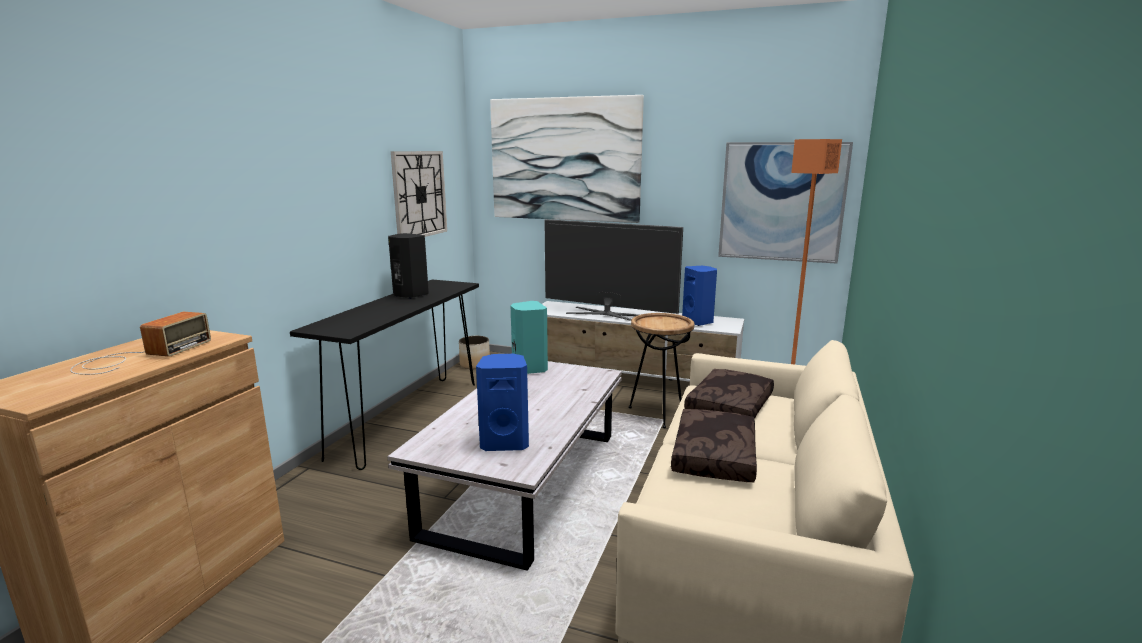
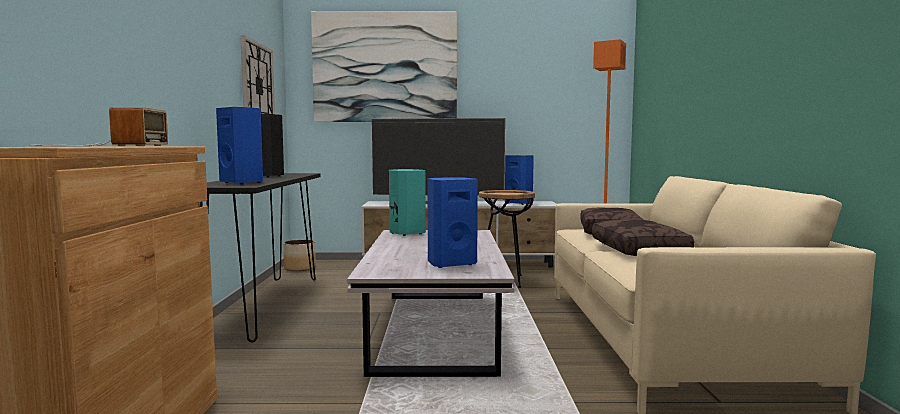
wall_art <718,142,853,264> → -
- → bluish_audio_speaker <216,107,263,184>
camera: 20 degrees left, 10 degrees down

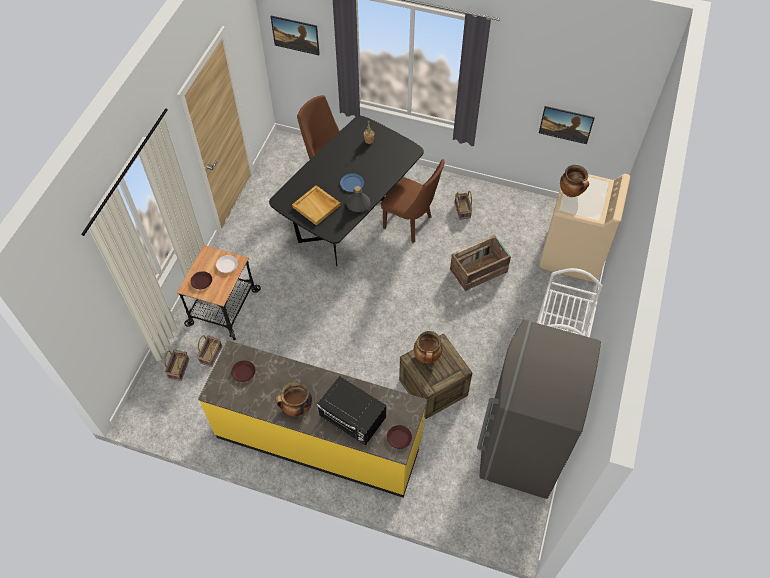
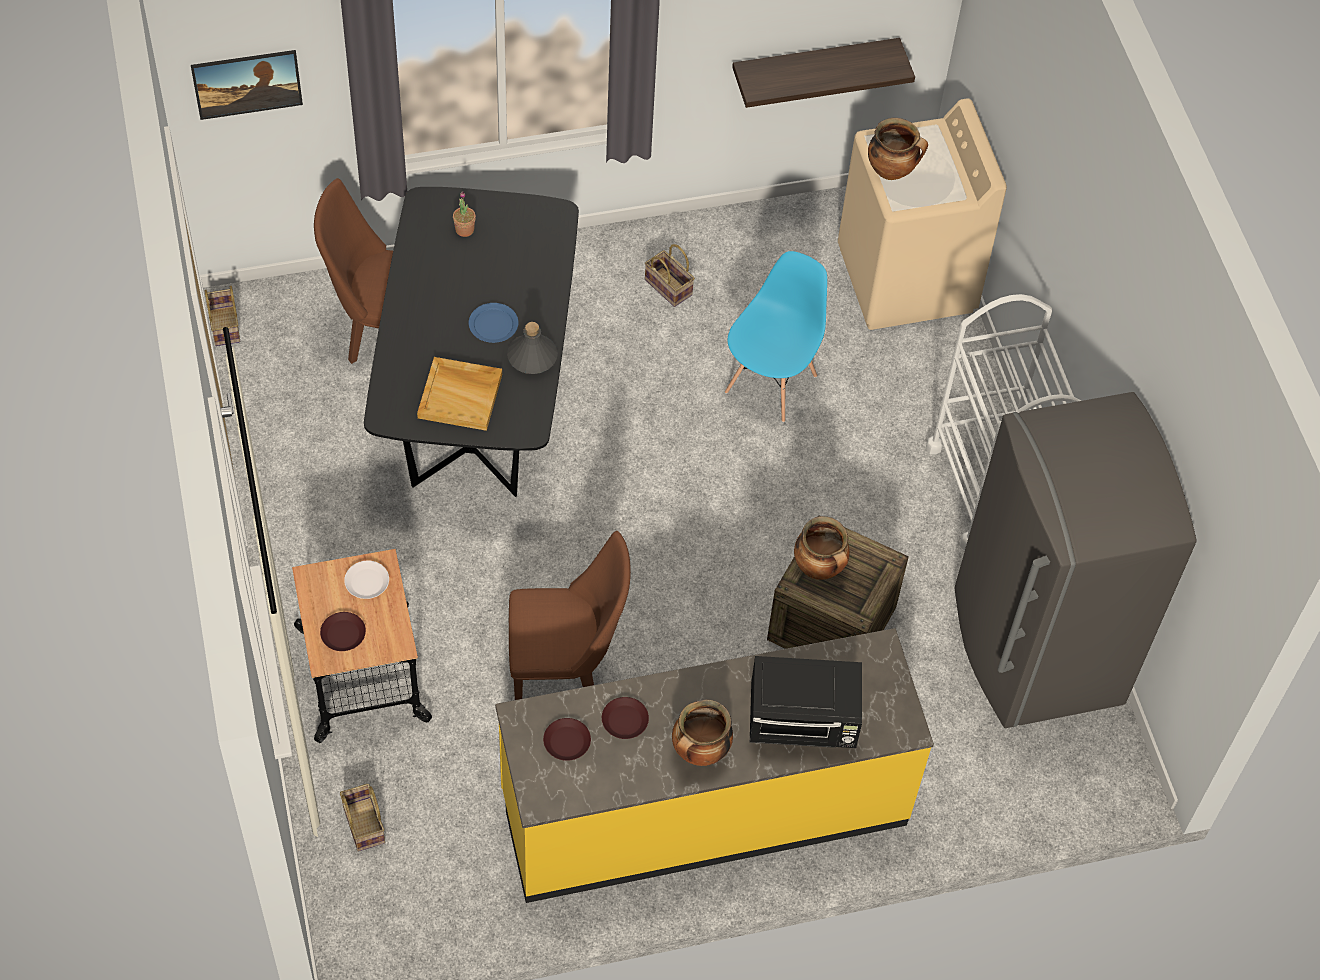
storage_basket <197,335,222,367> → storage_basket <205,285,240,346>, shifted
brown_chair <381,159,445,243> → brown_chair <509,531,631,700>, shifted
brown_plate <387,425,412,449> → brown_plate <602,697,649,739>, shifted
crate <450,235,511,291> → bluish_chair <725,251,827,422>
wall_art <539,106,595,144> → wall_shelf <732,38,915,108>
camera: 35 degrees left, 0 degrees up

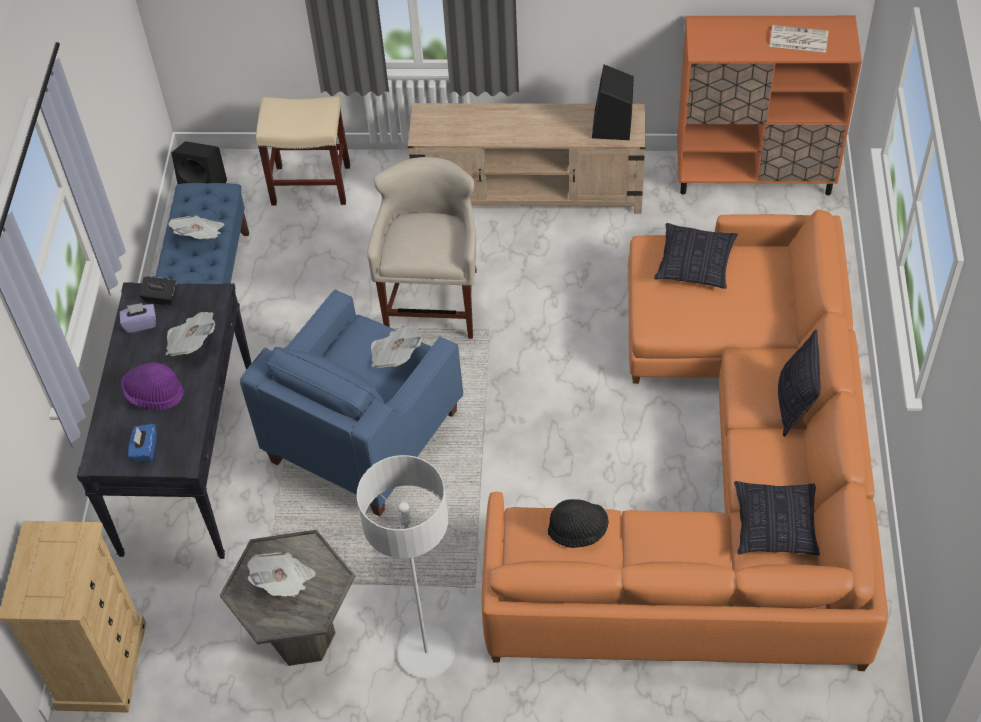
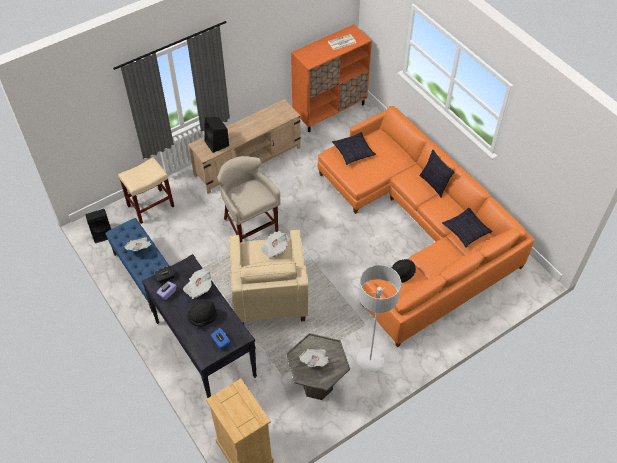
purple_clothing_hat <121,362,184,410> → blackish_clothing_hat <187,301,218,327>
bluish_armchair <240,289,463,516> → beige-coloured_armchair <229,229,308,324>
blackish_audio_speaker <592,65,634,140> → blackish_audio_speaker <204,117,229,153>, shifted
camera: 40 degrees left, 0 degrees up

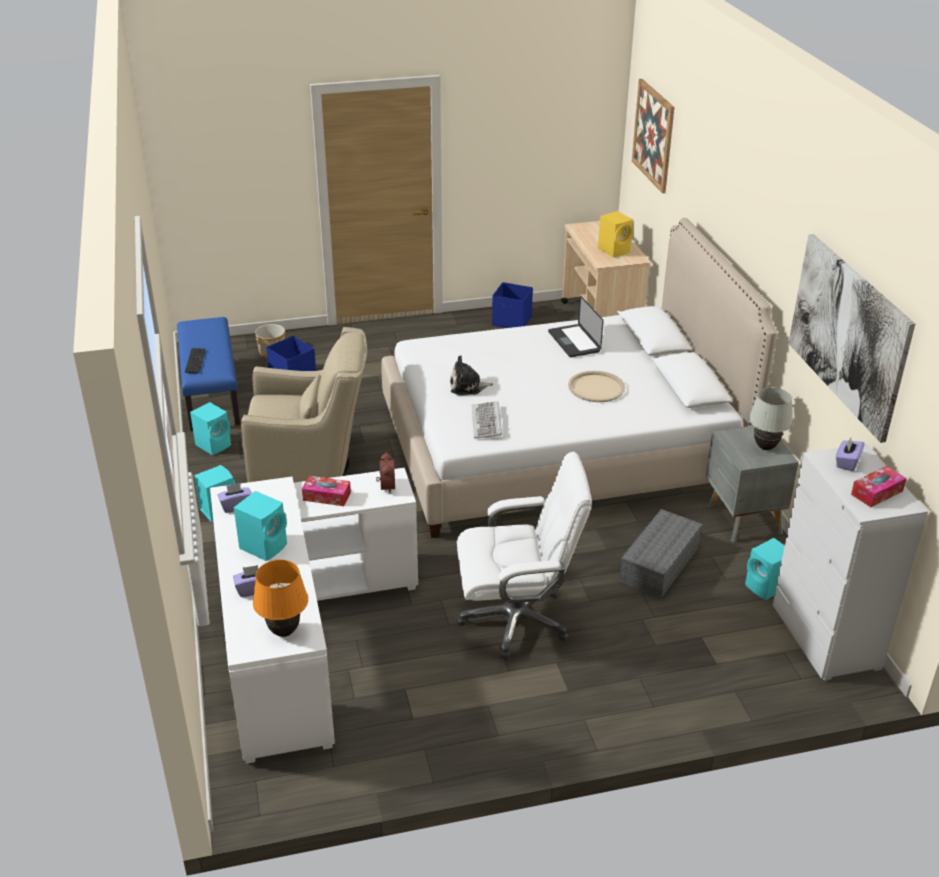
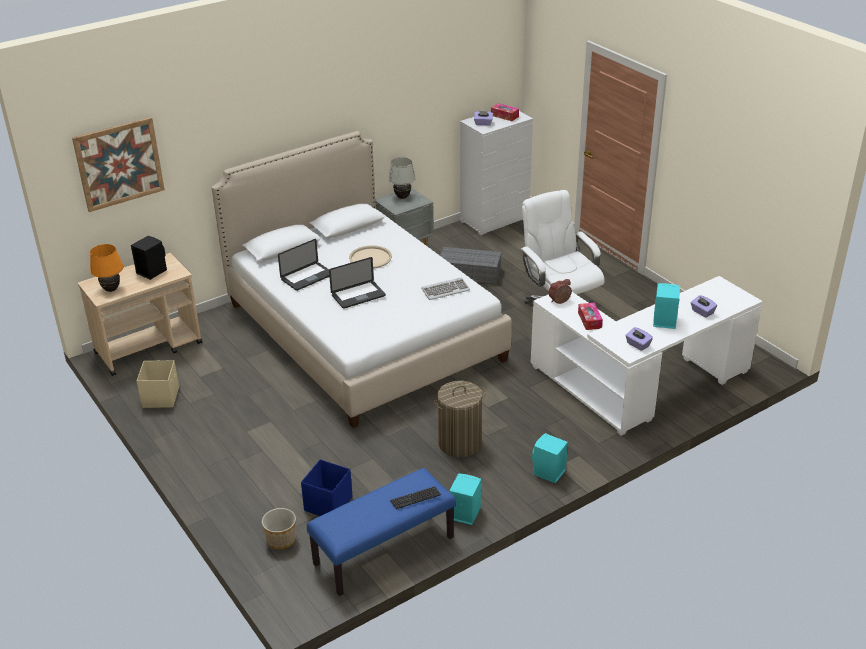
beige-coloured_armchair <241,327,367,483> → washing_basket <433,381,486,457>
orangey_tabletop_lamp <253,560,308,637> → orangey_tabletop_lamp <90,244,124,292>, shifted
plush_toy <450,355,493,395> → -
bluish_storage_bin <492,282,533,328> → beige-coloured_storage_bin <137,360,179,408>
yellowish_audio_speaker <598,211,633,257> → blackish_audio_speaker <131,236,167,280>
blue-green_audio_speaker <745,538,785,600> → -
wall_art <788,234,915,443> → -
- → portable_computer <329,257,386,309>
camera: 110 degrees left, 0 degrees up

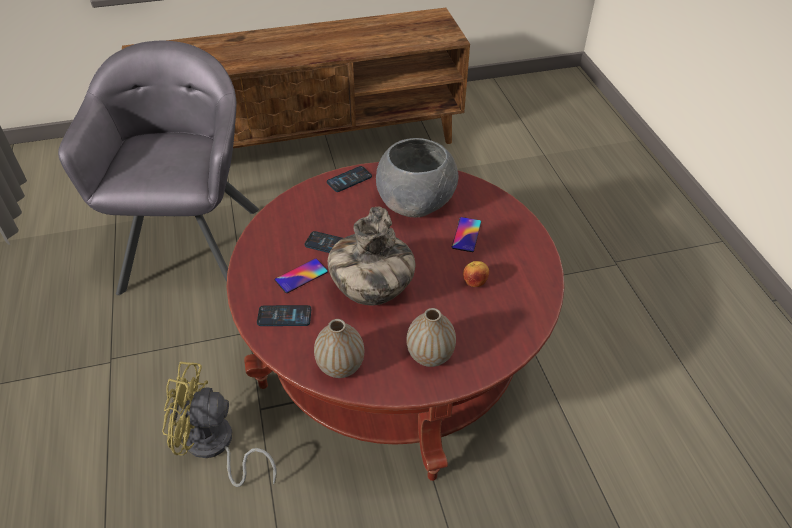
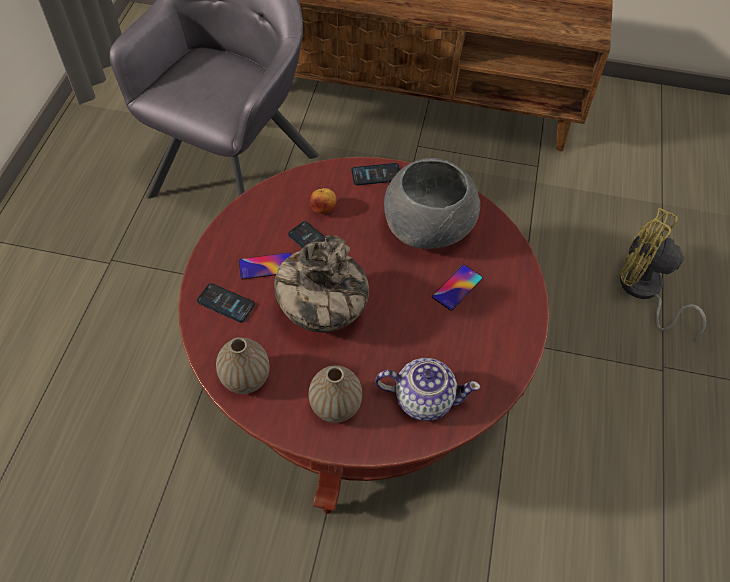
yellowish_cooling_fan <162,362,277,487> → yellowish_cooling_fan <619,208,706,342>, shifted
apple_fruit <463,261,489,287> → apple_fruit <310,188,336,214>, shifted
- → pot_for_tea <376,358,481,421>
camera: 25 degrees right, 10 degrees up

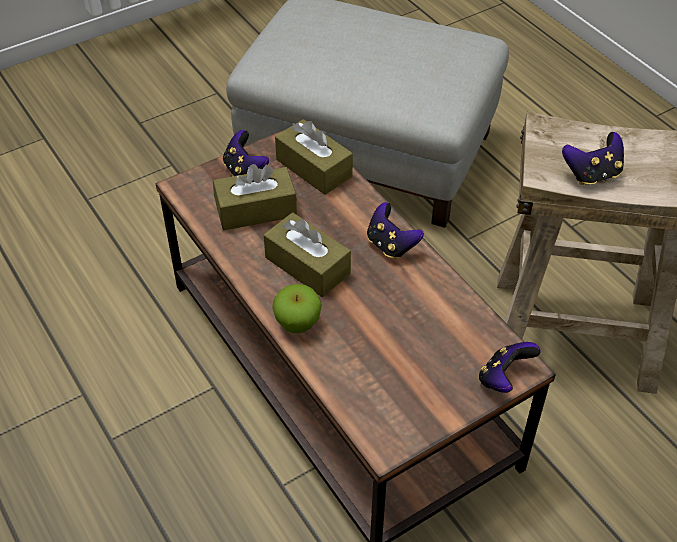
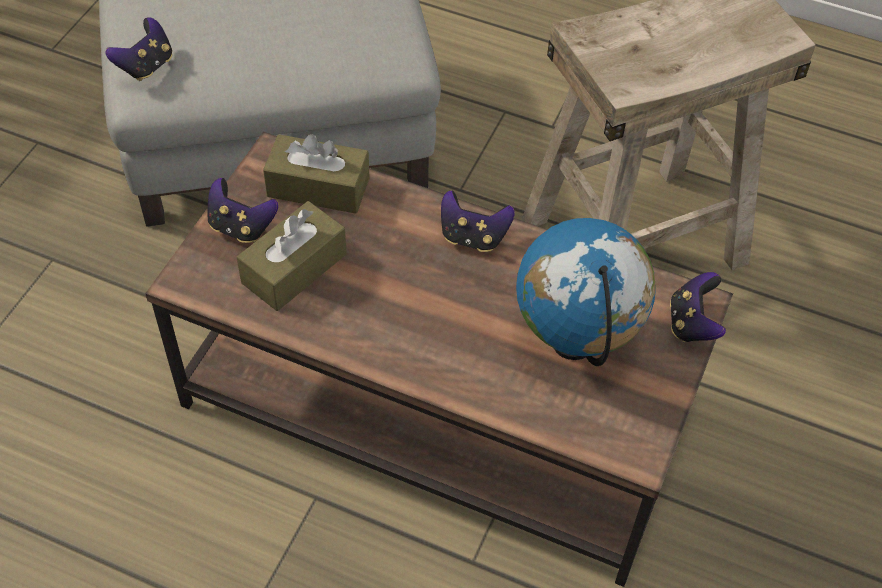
brown_tissue_holder <264,212,351,297> → -
apple_fruit <272,284,322,333> → -
joypad <562,132,624,185> → joypad <105,18,172,81>, shifted
- → globe <516,218,656,366>
camera: 35 degrees left, 5 degrees up

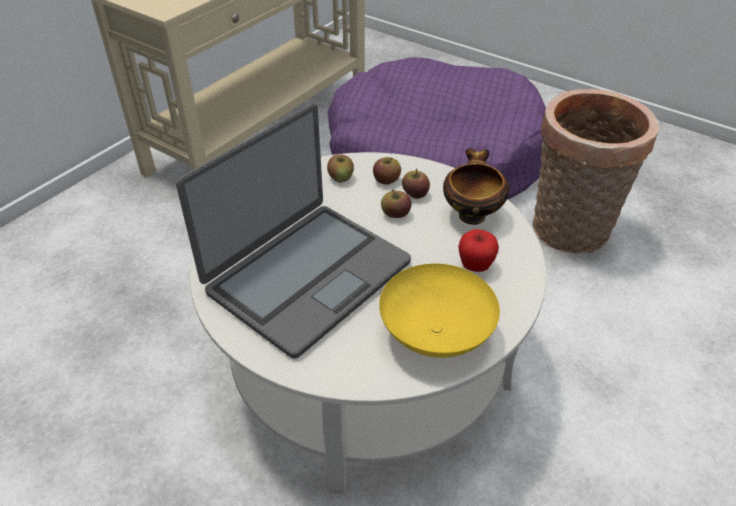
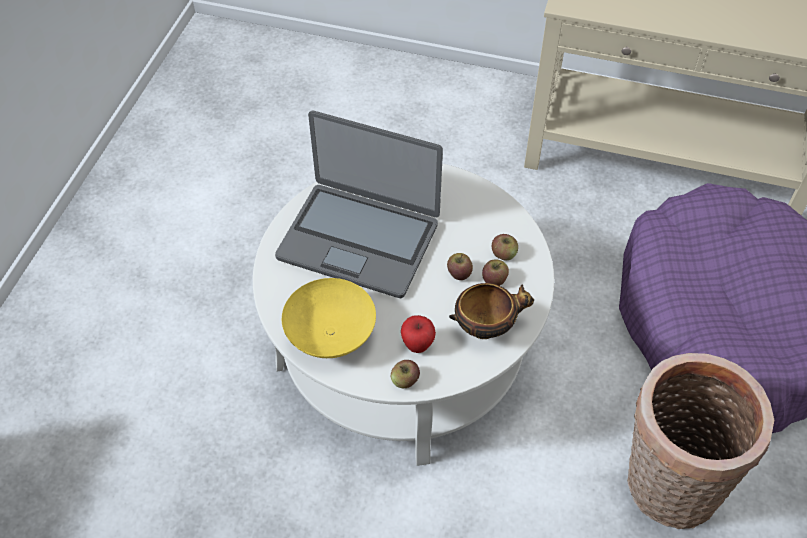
apple_fruit <327,154,354,183> → apple_fruit <391,360,420,388>, shifted
camera: 70 degrees right, 10 degrees up

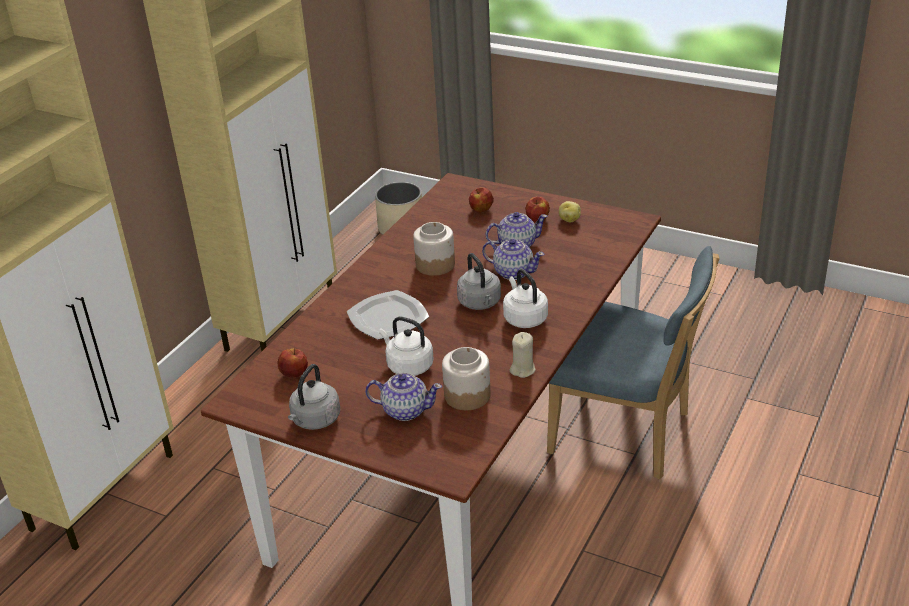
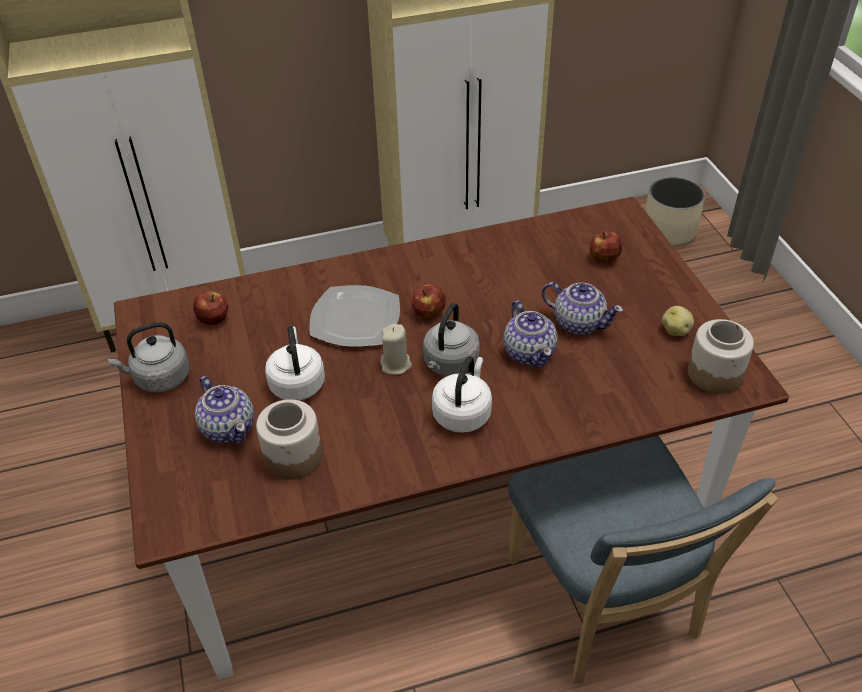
storage_jar <413,222,455,276> → storage_jar <688,319,754,394>, shifted
beige-coloured_candle <510,332,536,378> → beige-coloured_candle <380,324,412,375>, shifted
apple_fruit <525,197,550,222> → apple_fruit <412,284,446,319>, shifted
camera: 45 degrees right, 10 degrees up

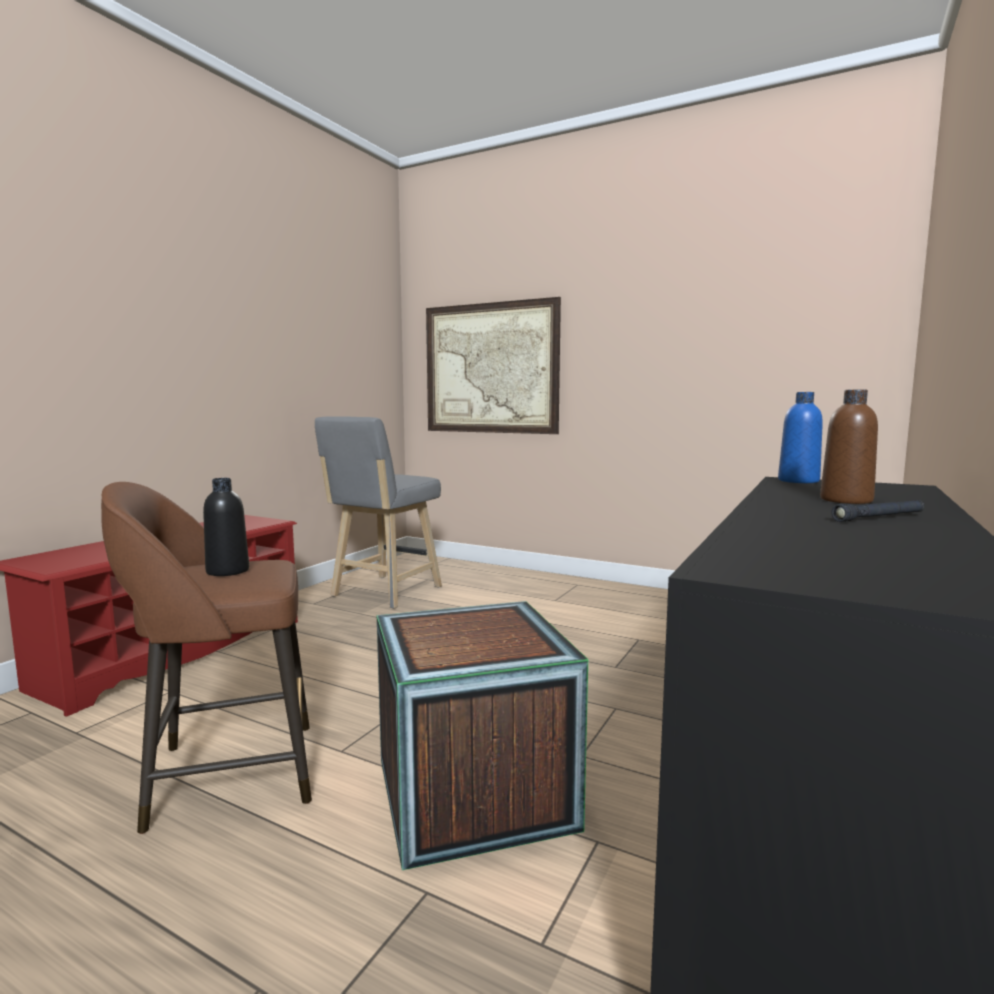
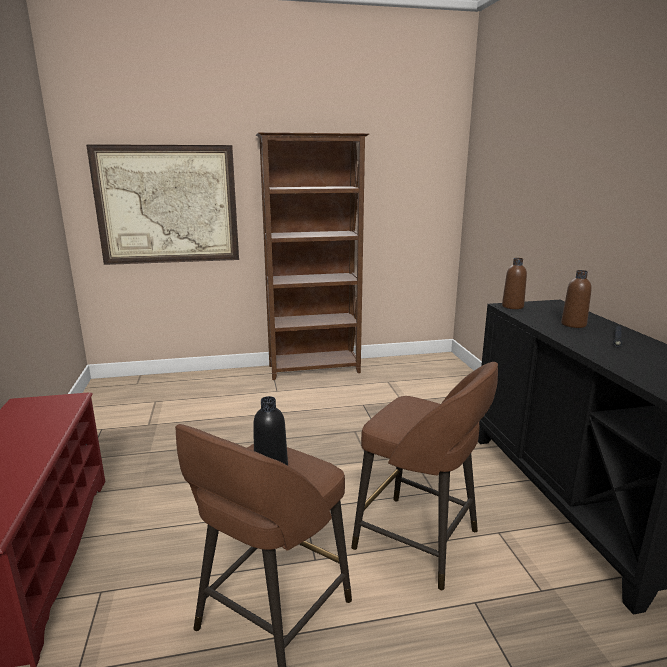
gray_sitting_stool <315,417,442,609> → -
crate <377,601,588,870> → brown_sitting_stool <351,362,498,590>
bluish_beverage_bottle <778,392,823,483> → brown_beverage_bottle <502,258,527,309>
- → brown_bookcase <256,132,369,380>
camera: 40 degrees left, 10 degrees up

